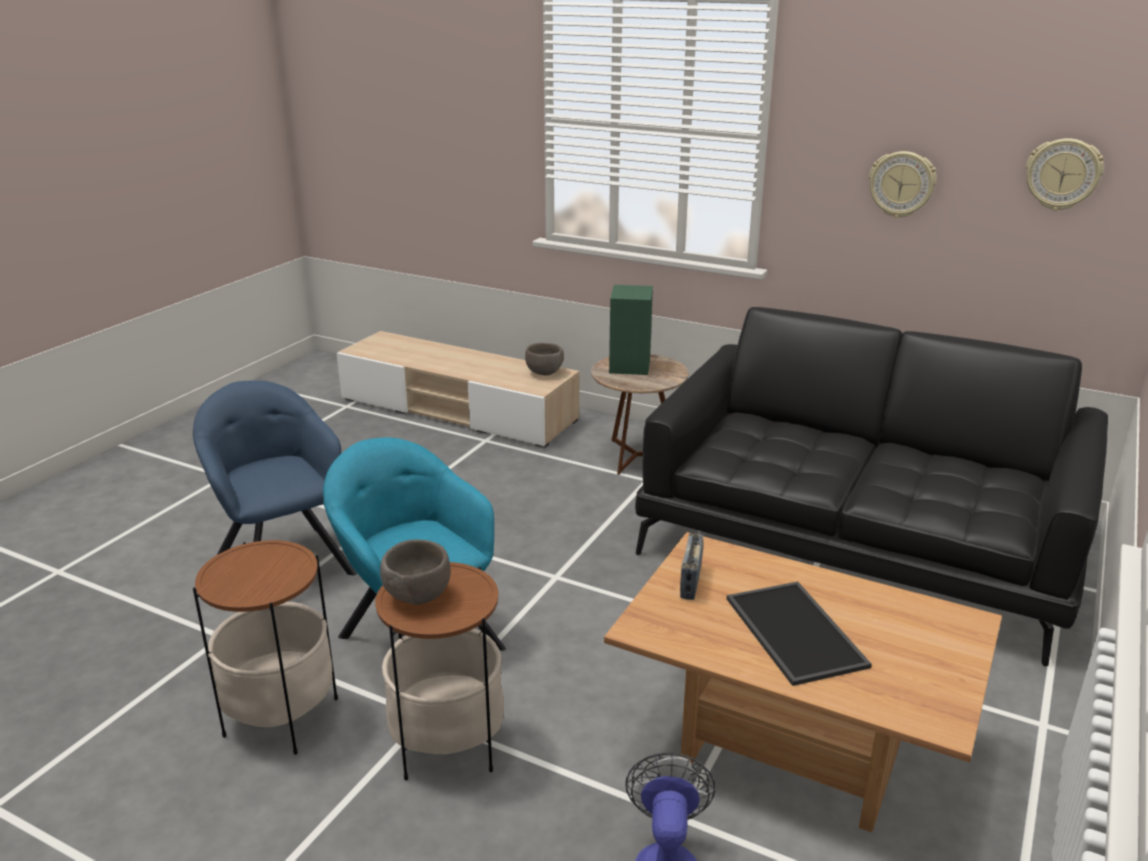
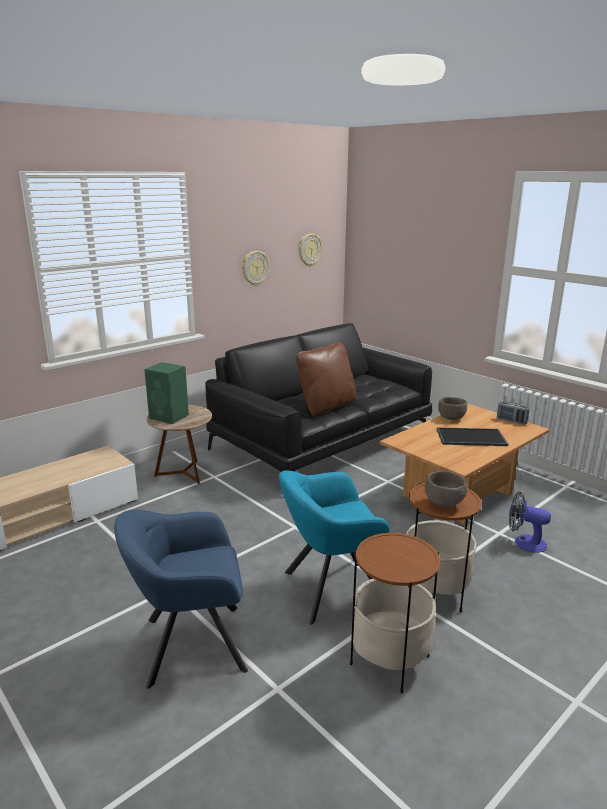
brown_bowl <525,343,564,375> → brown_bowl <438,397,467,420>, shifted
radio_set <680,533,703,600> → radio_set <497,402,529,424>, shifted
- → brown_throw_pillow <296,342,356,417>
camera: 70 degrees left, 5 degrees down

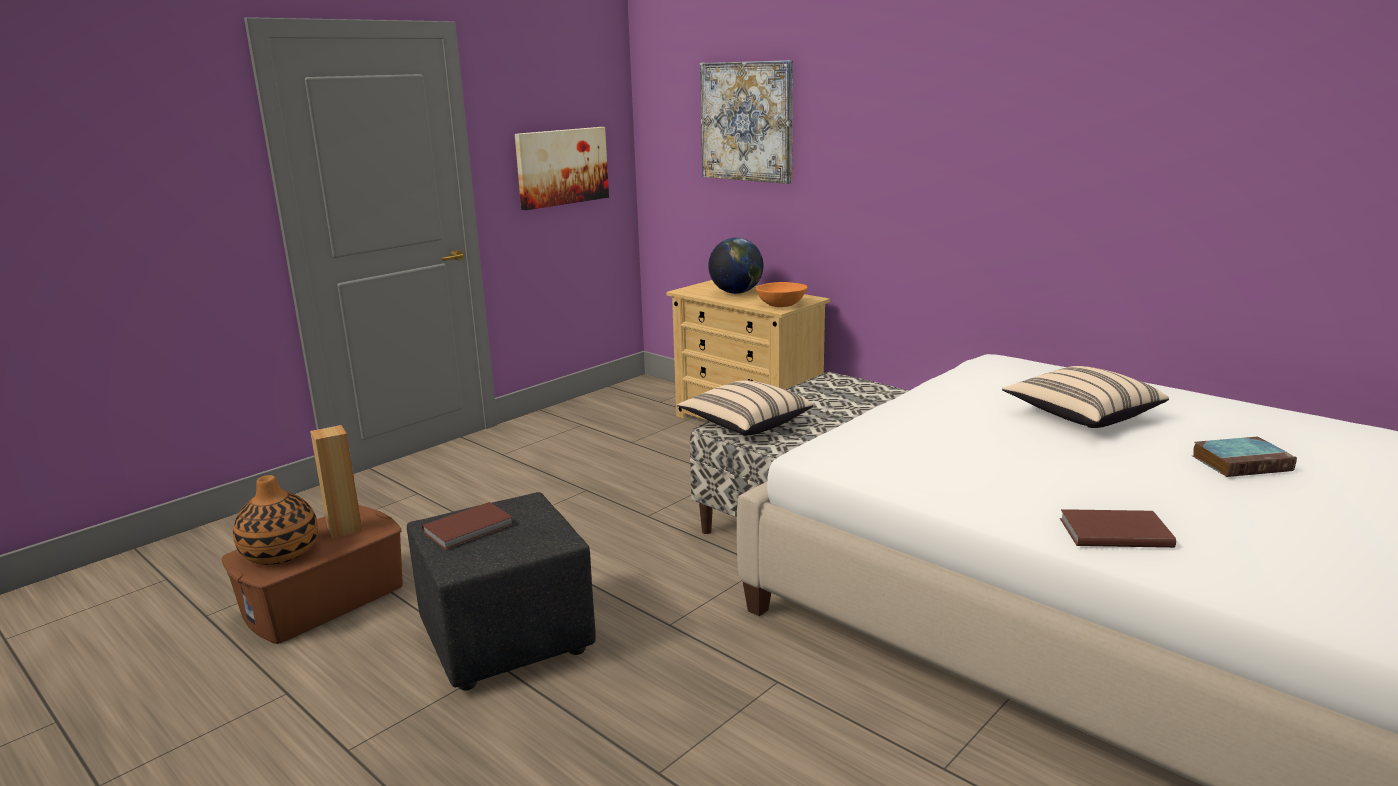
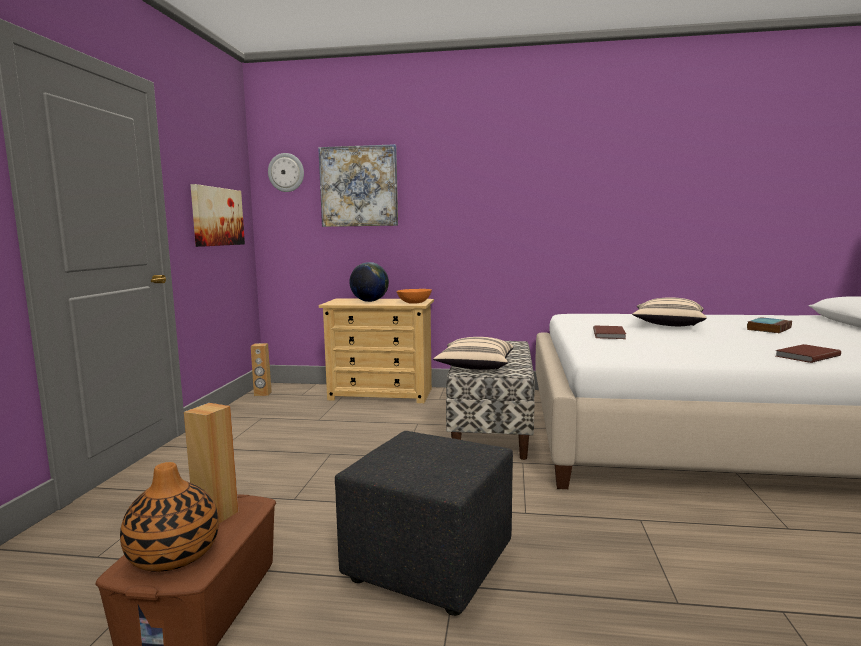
brown_volume <422,502,514,550> → brown_volume <593,326,626,339>, shifted
- → brown_audio_speaker <251,343,272,396>
- → hanging_clock <268,153,304,192>
camera: 35 degrees left, 10 degrees down

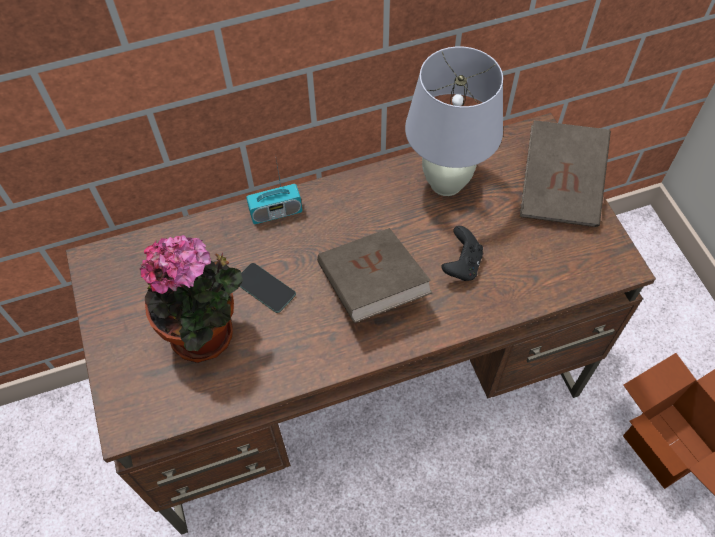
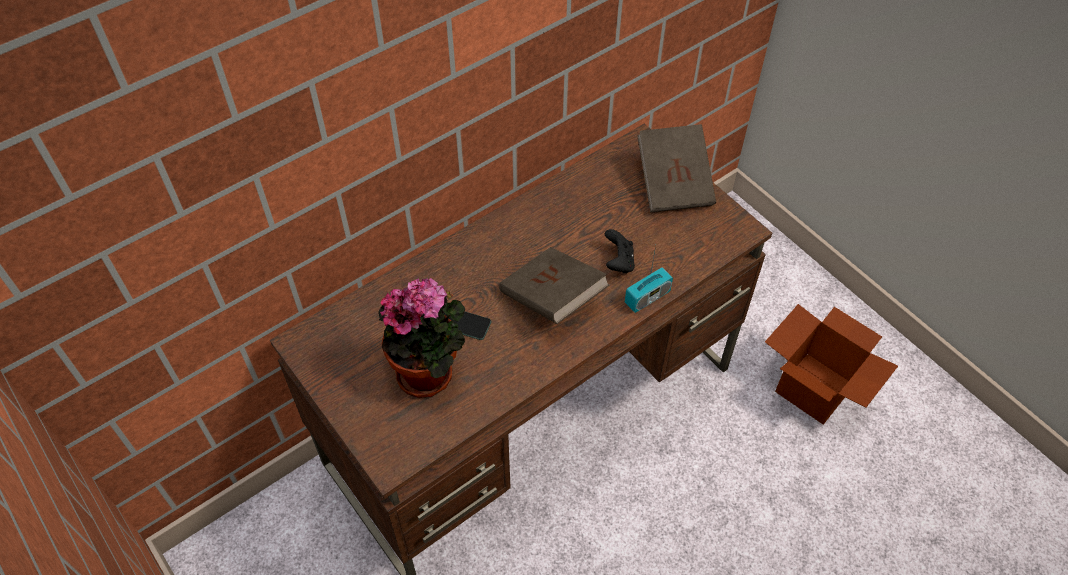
radio_set <246,154,302,224> → radio_set <625,246,673,313>, shifted
whitish_tabletop_lamp <405,46,503,196> → -
camera: 20 degrees left, 5 degrees down

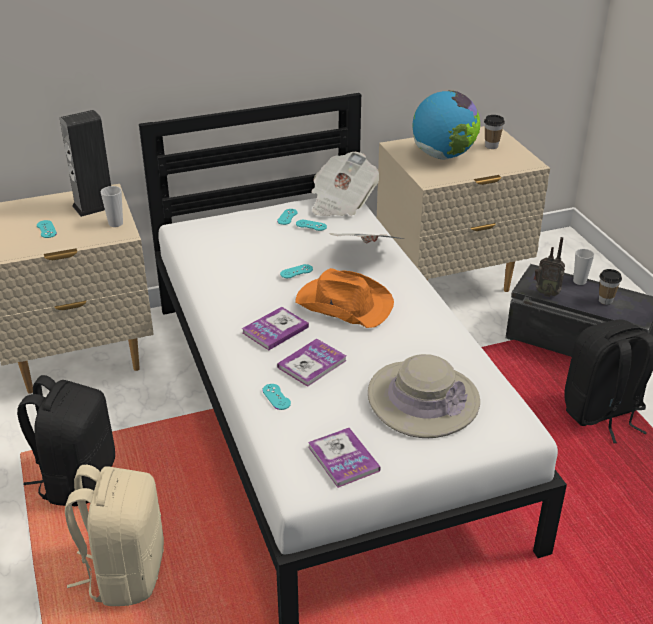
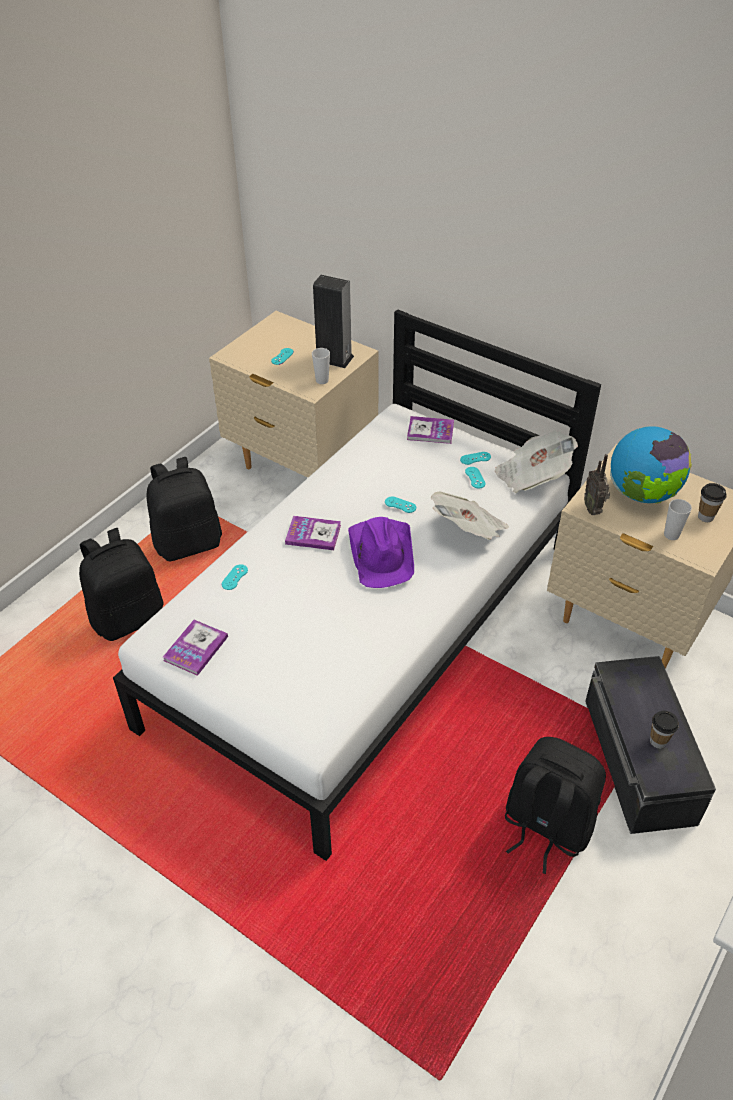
beige-coloured_backpack <65,465,164,606> → blackish_backpack <79,528,164,641>
volume <277,339,347,387> → volume <407,416,454,444>, shifted
orangey_clothing_hat <295,268,394,328> → purple_clothing_hat <348,517,414,588>
beige-coloured_clothing_hat <368,354,480,438> → -
radio_set <534,237,565,297> → radio_set <584,454,610,515>, shifted
small_cup <573,249,594,285> → small_cup <664,499,692,540>, shifted
camera: 55 degrees right, 10 degrees up

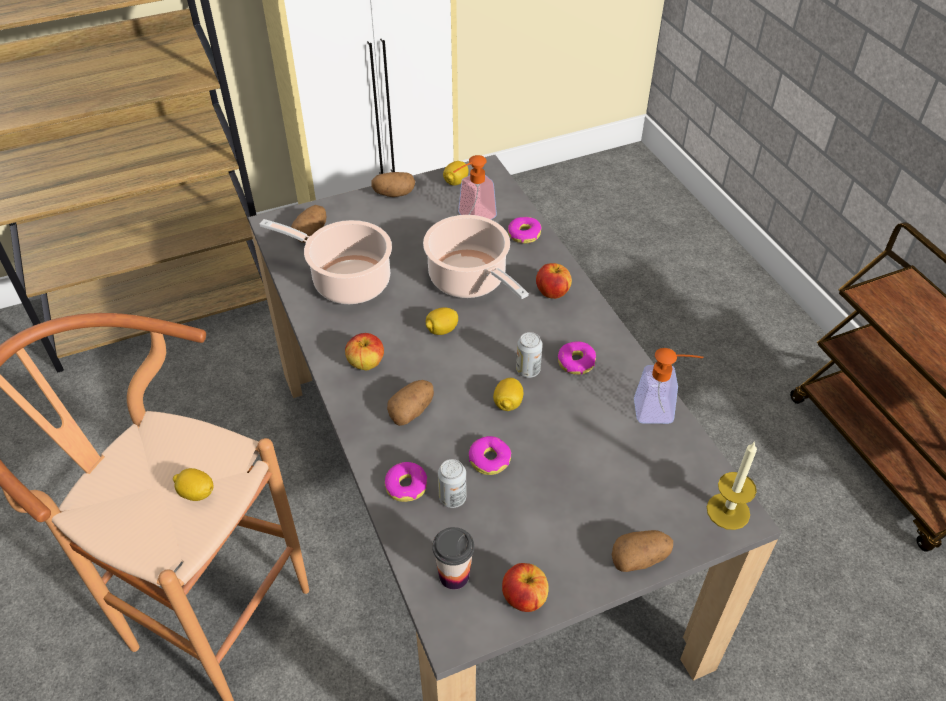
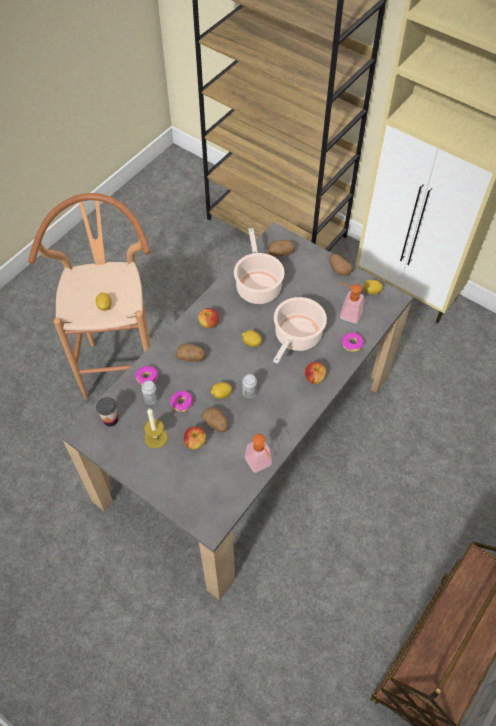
apple_fruit <502,563,549,612> → apple_fruit <184,426,206,450>, shifted
ring_doughnut <558,341,596,375> → -
spud <612,530,673,572> → spud <201,407,228,432>, shifted
candle <707,441,757,530> → candle <144,408,167,448>, shifted
camera: 60 degrees right, 10 degrees up

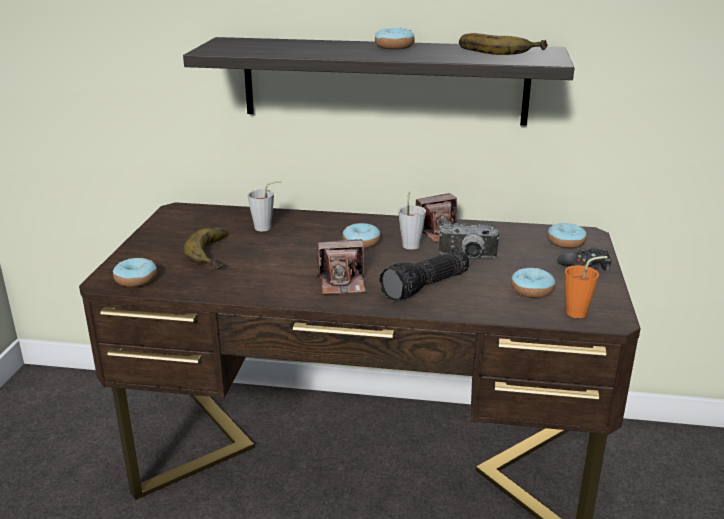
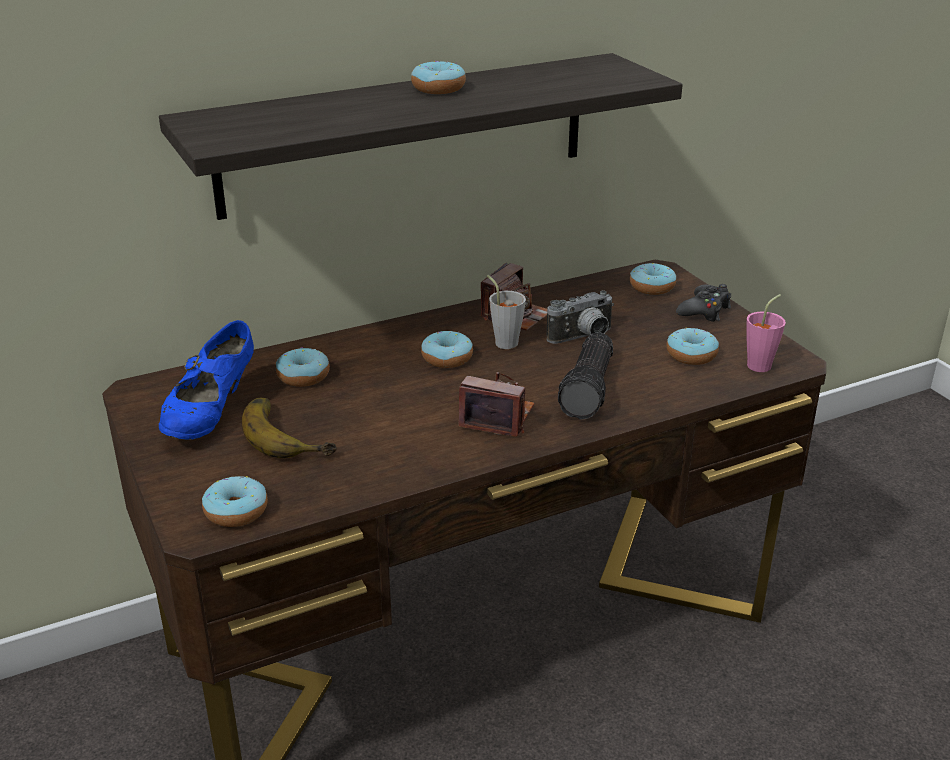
gray_small_cup <248,181,282,231> → ring_doughnut <276,347,330,387>
photo_camera <317,239,366,294> → photo_camera <459,372,534,437>, 120 degrees counterclockwise
banana_fruit <459,33,548,55> → -
orangey_small_cup <565,256,607,318> → pink-coloured_small_cup <746,294,786,372>
- → bluish_item_of_footwear <159,320,254,440>
camera: 35 degrees left, 5 degrees up

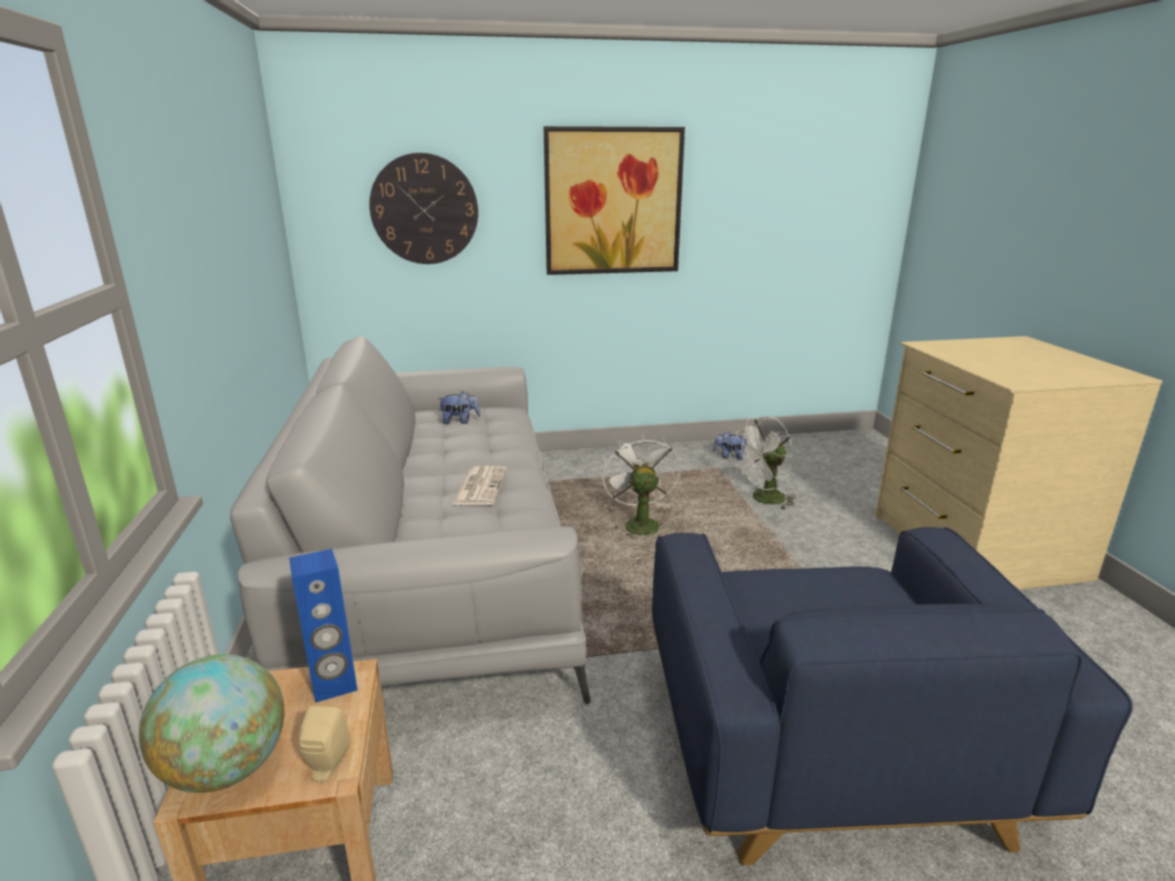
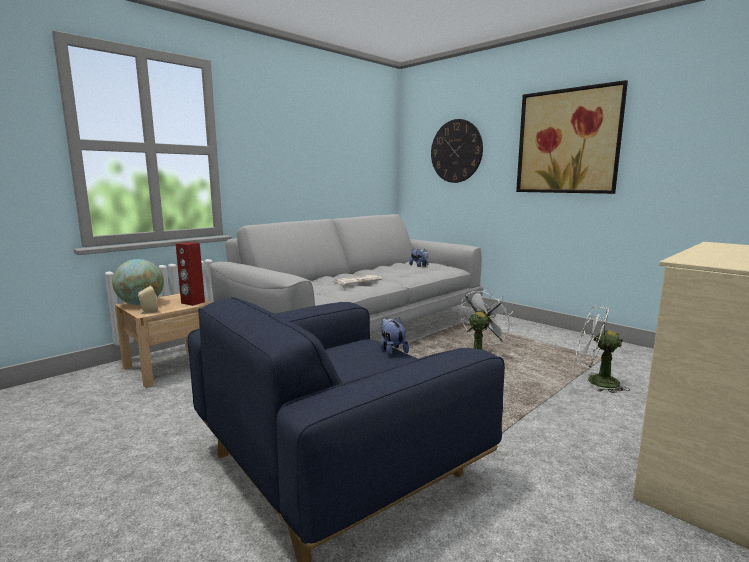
bluish_audio_speaker <289,549,358,703> → red-coloured_audio_speaker <176,242,205,306>
plush_toy <713,431,746,460> → plush_toy <380,317,409,356>, shifted
camera: 55 degrees right, 10 degrees down

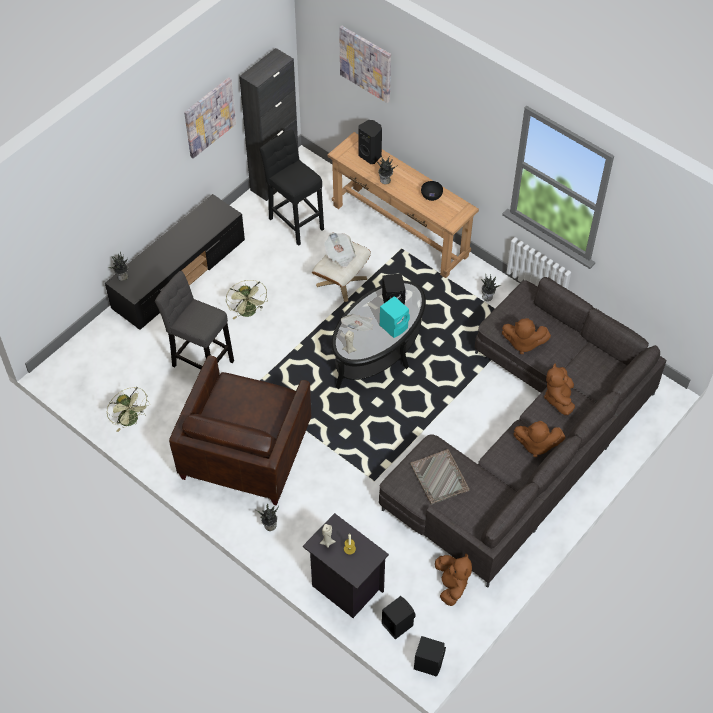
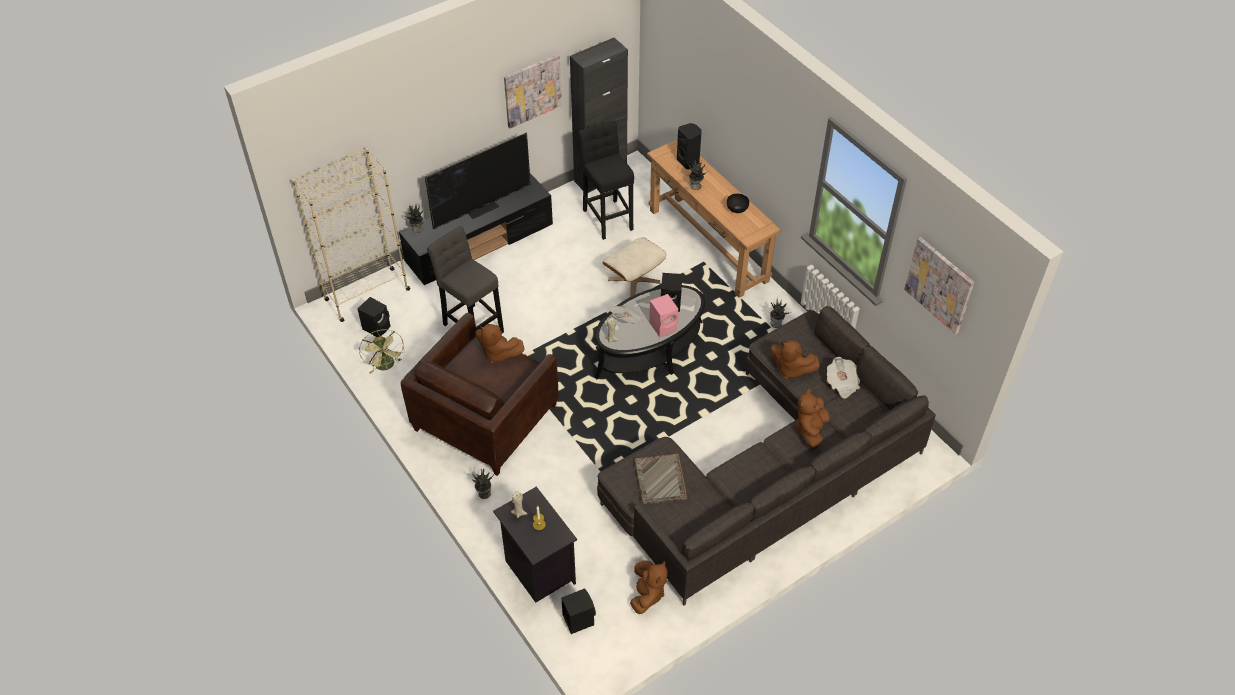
greenish_cooling_fan <226,280,268,319> → -
daily_paper <324,232,356,268> → daily_paper <827,357,860,399>, shifted
wall_art <339,26,391,103> → wall_art <904,237,975,334>, shifted
blue-green_audio_speaker <380,296,410,338> → pink-coloured_audio_speaker <649,294,679,337>
blackish_audio_speaker <414,636,446,677> → blackish_audio_speaker <358,297,391,337>, shifted
brown_plush_toy <514,421,566,457> → brown_plush_toy <475,324,525,364>, shifted
- → beige-coloured_bookcase <293,148,410,322>
- → TV <425,132,531,229>
camera: 15 degrees right, 5 degrees down

